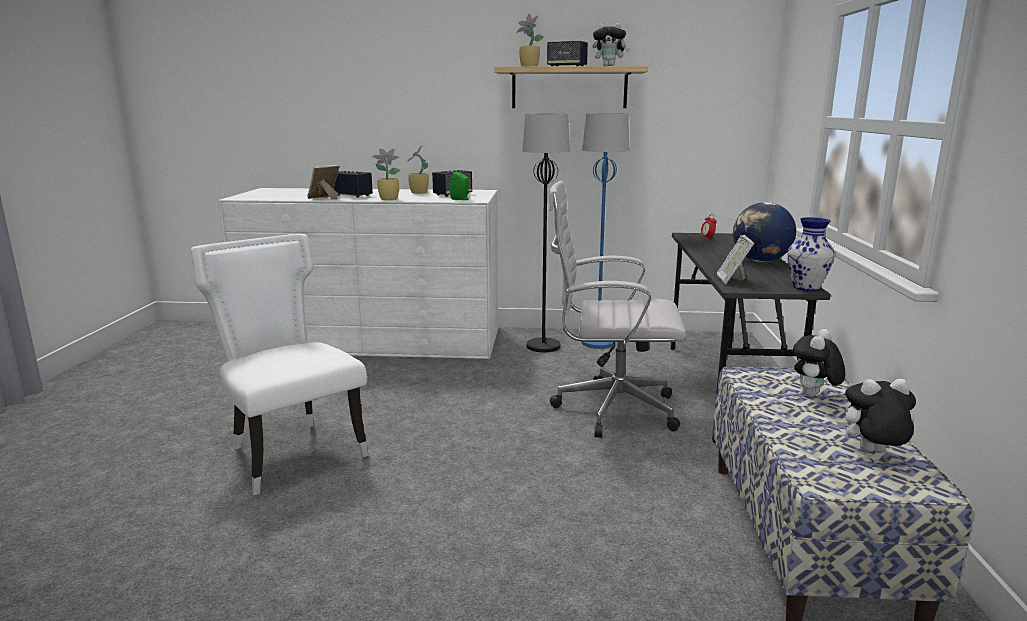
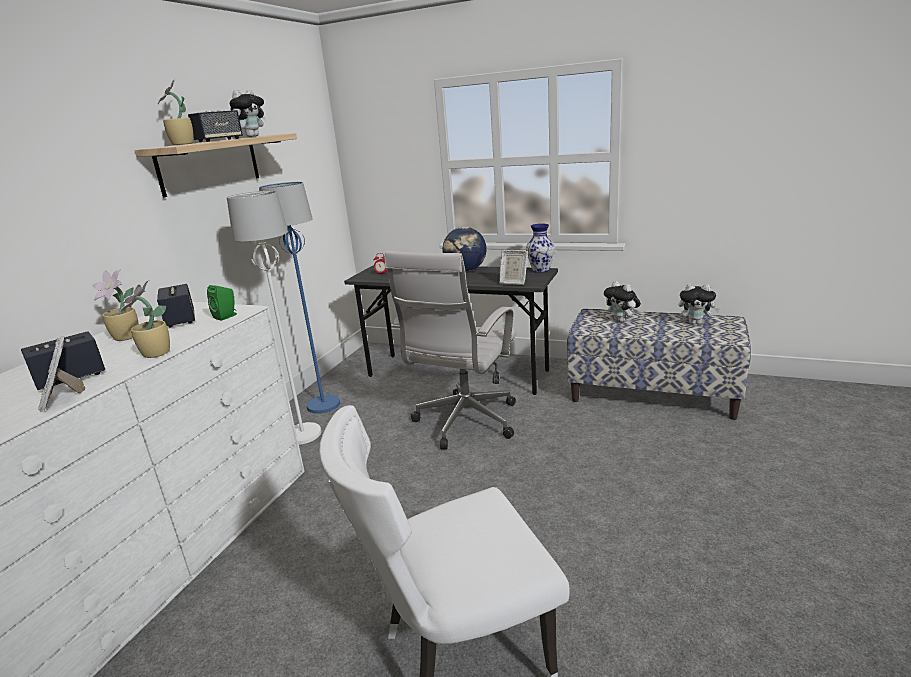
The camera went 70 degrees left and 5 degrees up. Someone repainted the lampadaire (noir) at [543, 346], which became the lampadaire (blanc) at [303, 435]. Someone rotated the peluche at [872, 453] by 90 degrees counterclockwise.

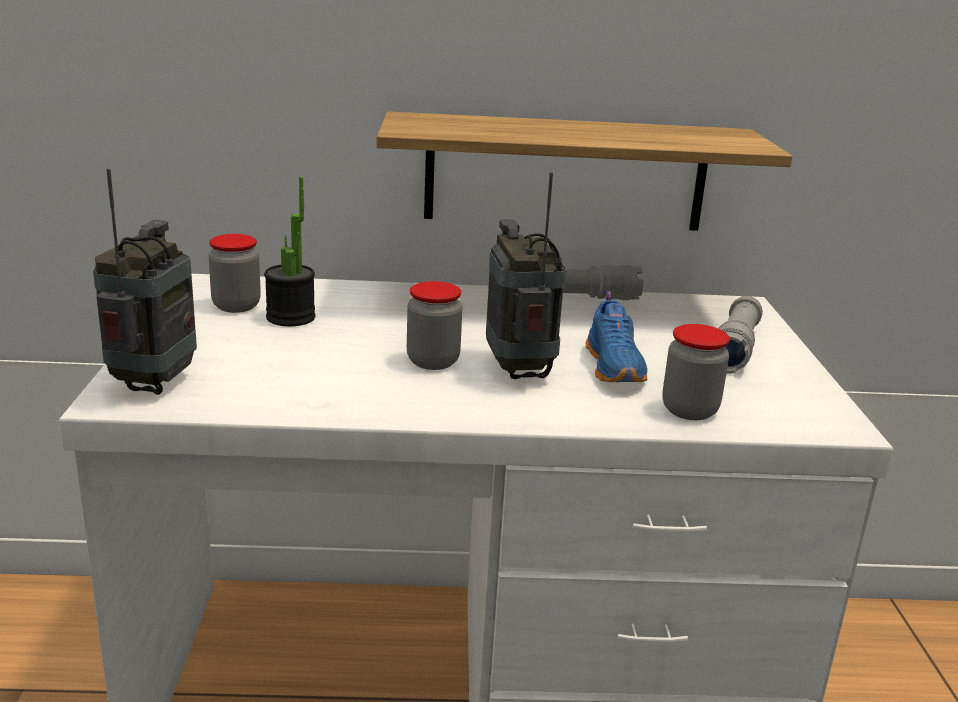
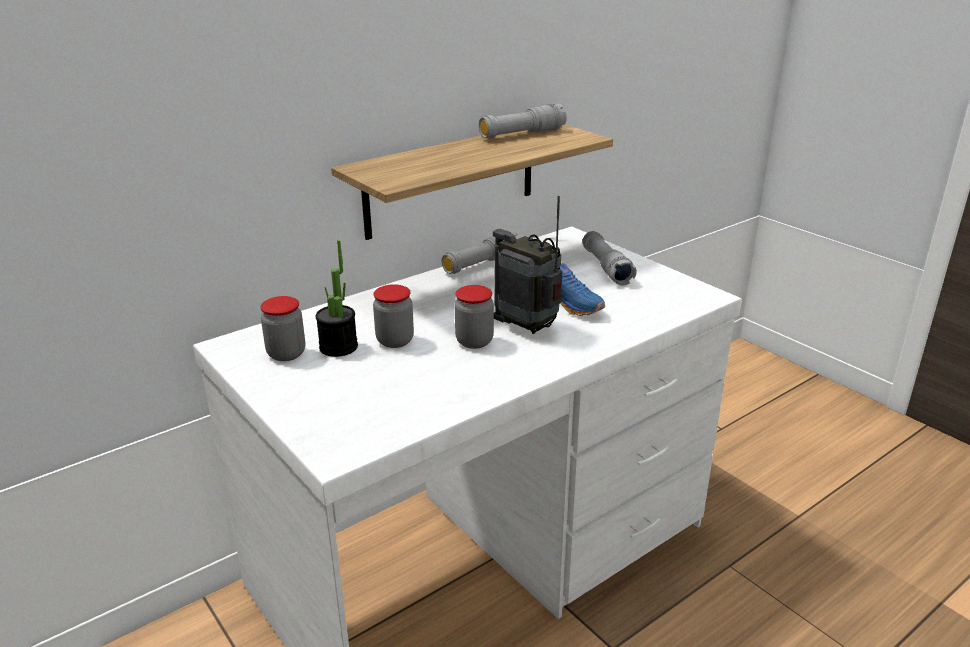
The camera went 35 degrees left and 5 degrees up. Someone carried the bocal from [689, 410] to [395, 341]. Someone put down the lampe de poche (gris) at [522, 134]. Someone took away the radio at [154, 383].

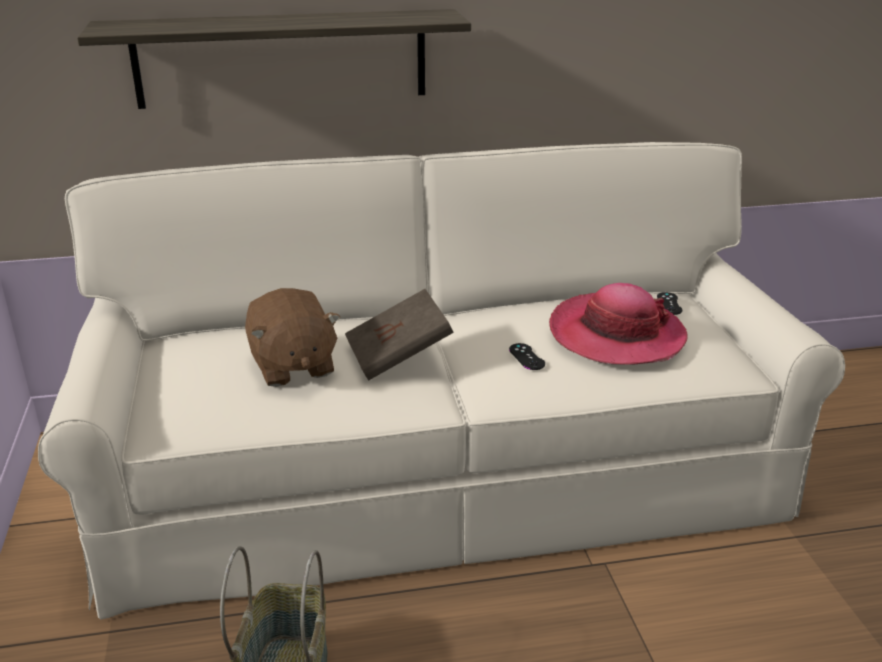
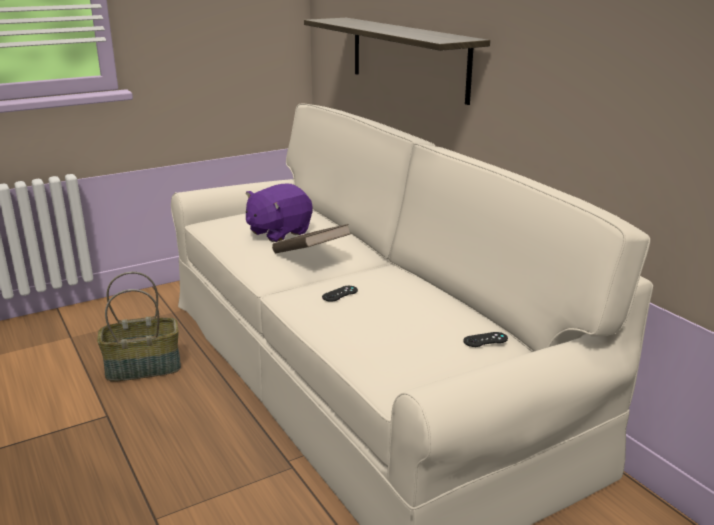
The camera went 70 degrees right and 5 degrees down. Someone repainted the peluche (marron) at [292, 366], which became the peluche (violet) at [278, 232]. Someone took away the chapeau at [616, 335].

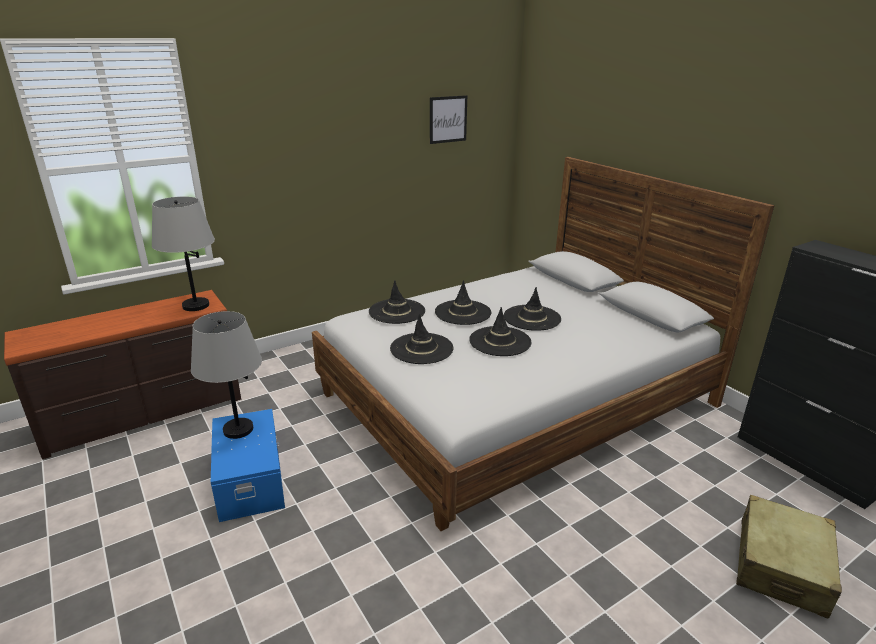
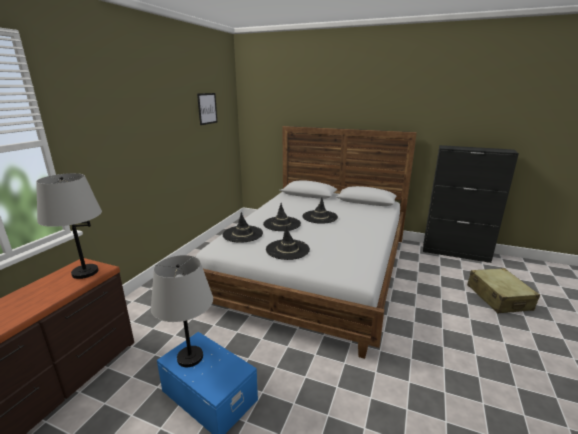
The camera went 35 degrees left and 5 degrees down. Someone took away the chapeau (noir) at [500, 341].

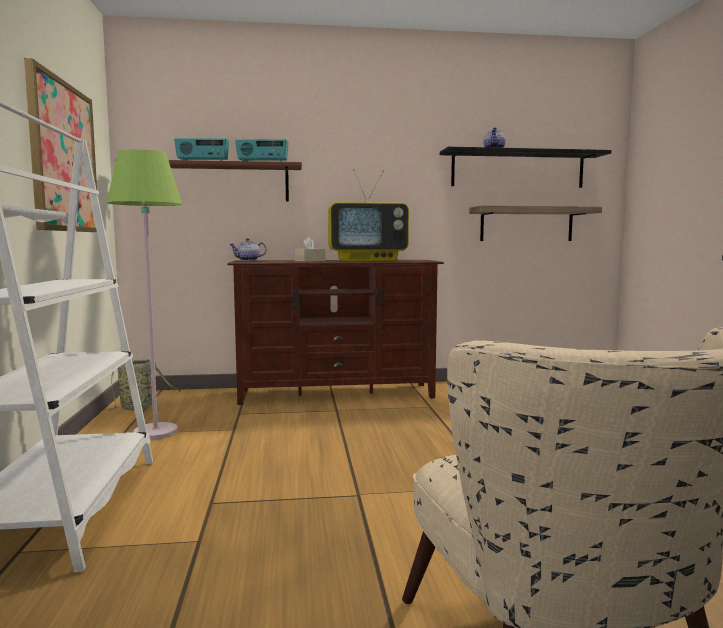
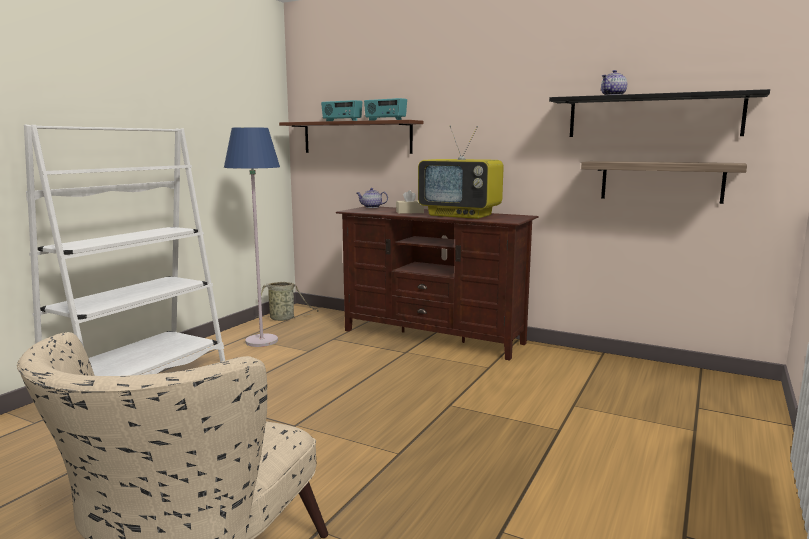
The camera went 35 degrees right and 5 degrees up. Someone repainted the lampadaire (vert) at [156, 432], which became the lampadaire (bleu) at [262, 341]. Someone took away the tableau at [63, 157].

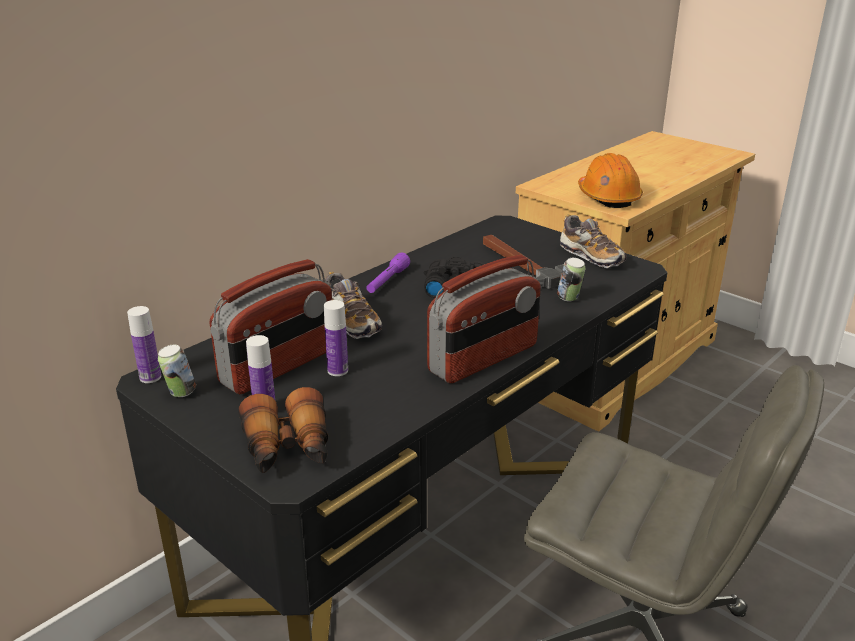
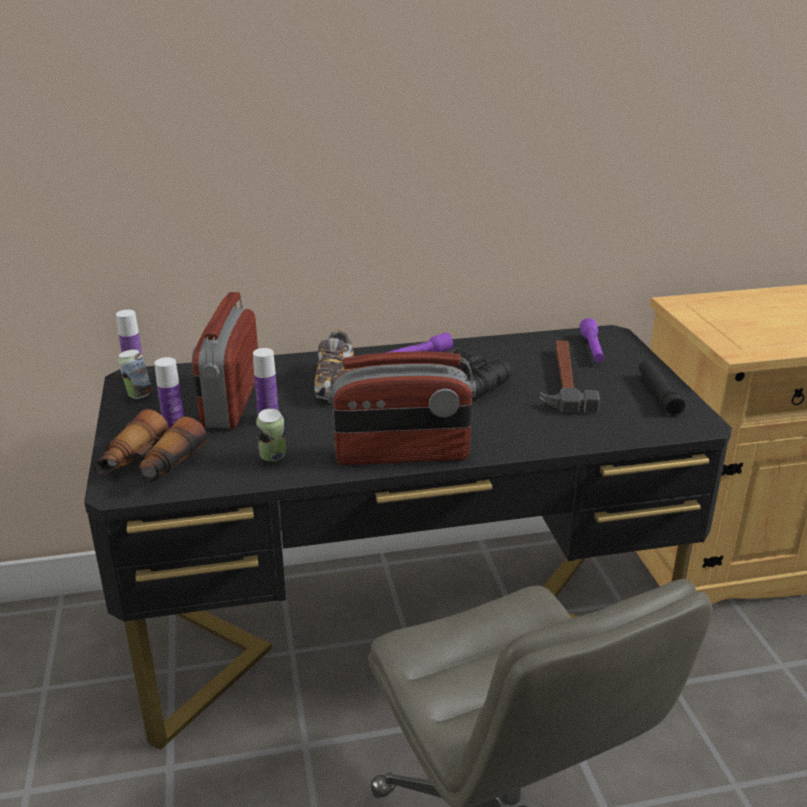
The camera went 35 degrees right and 0 degrees up. Someone rotated the radio at [279, 367] by 105 degrees clockwise. Someone carried the boîte métallique from [569, 299] to [273, 458]. Someone put down the lampe de poche (violet) at [592, 349]. Someone swapped the chaussure at [591, 256] for the lampe de poche (noir) at [658, 394]. Someone took away the casque de chantier (orange) at [608, 197].

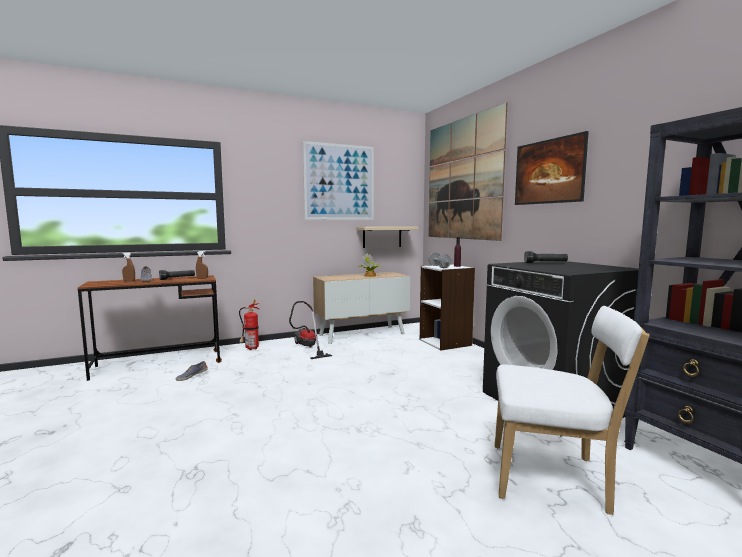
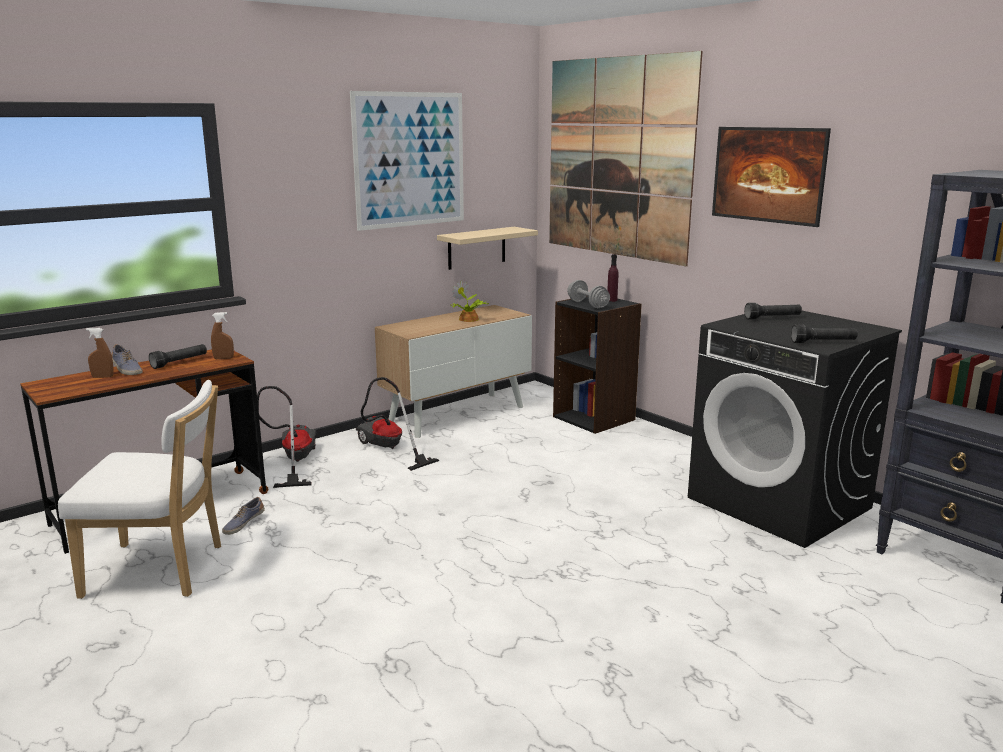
The camera went 15 degrees left and 10 degrees up. Someone carried the chaise (blanc) from [553, 478] to [161, 571]. Someone swapped the extincteur at [250, 348] for the aspirateur at [293, 461]. Someone repainted the bibliothèque (blanc) at [445, 342], which became the bibliothèque (noir) at [594, 418]. Someone put down the lampe de poche (noir) at [823, 342].

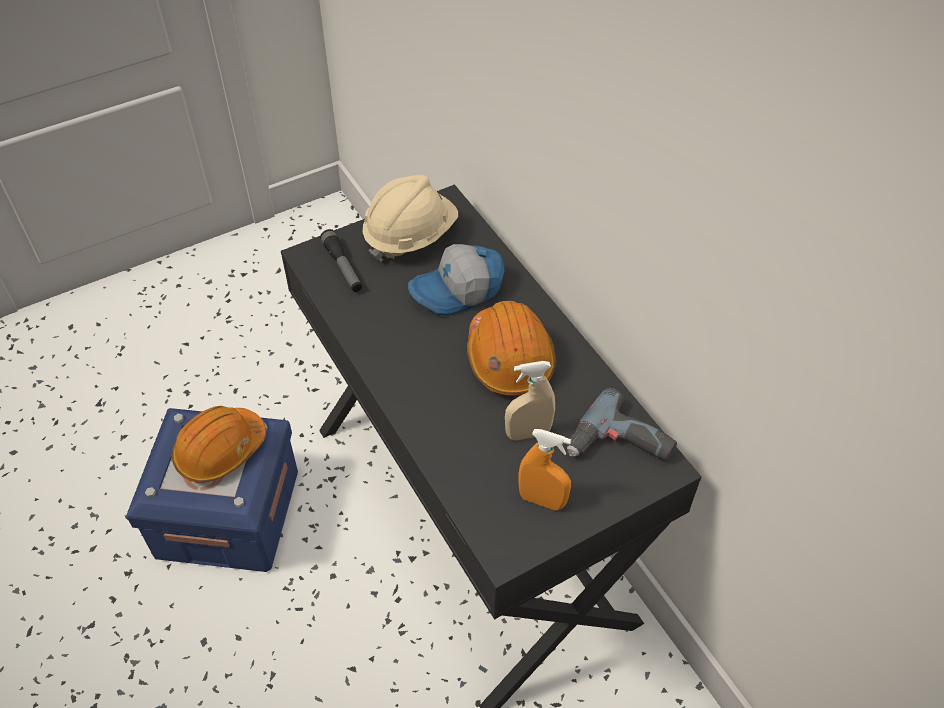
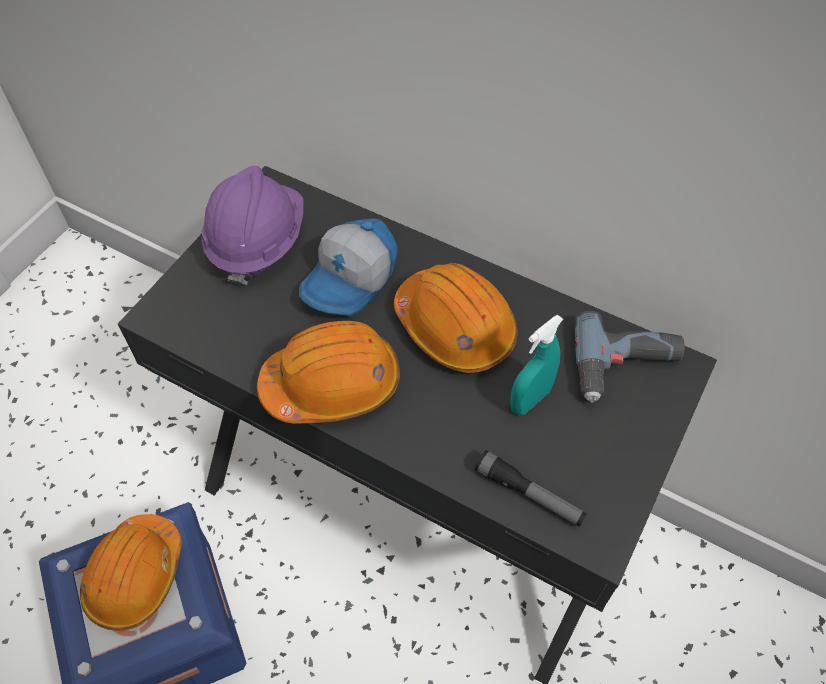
The camera went 30 degrees left and 5 degrees up. Someone repainted the casque de chantier (beige) at [410, 236], which became the casque de chantier (violet) at [257, 242]. Someone put down the casque de chantier (orange) at [332, 384]. Someone carried the lampe de poche from [342, 267] to [529, 494]. Someone repainted the vaporisateur (beige) at [528, 433], which became the vaporisateur (turquoise) at [530, 399]. Someone took away the vaporisateur (orange) at [542, 500].

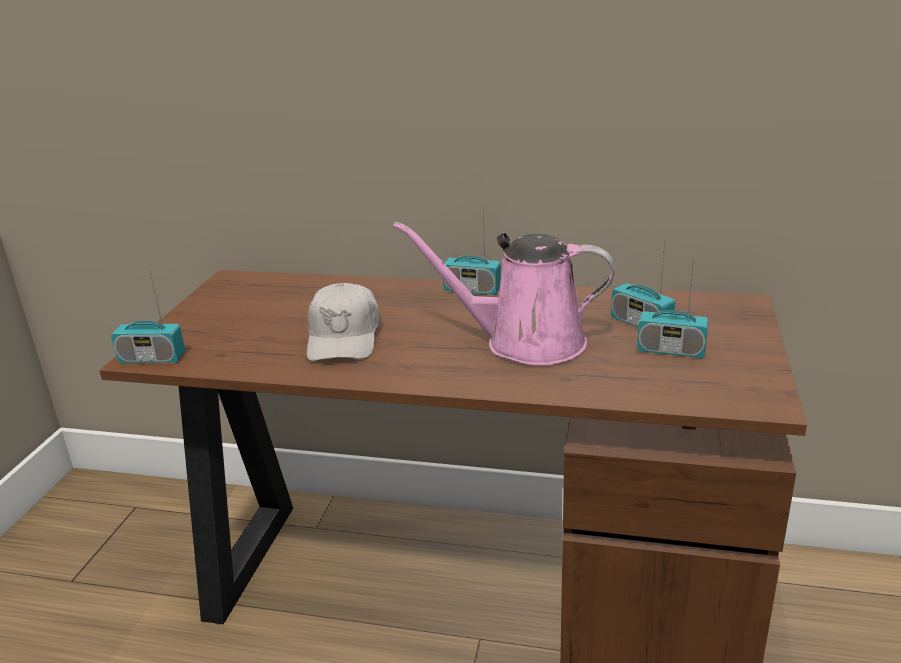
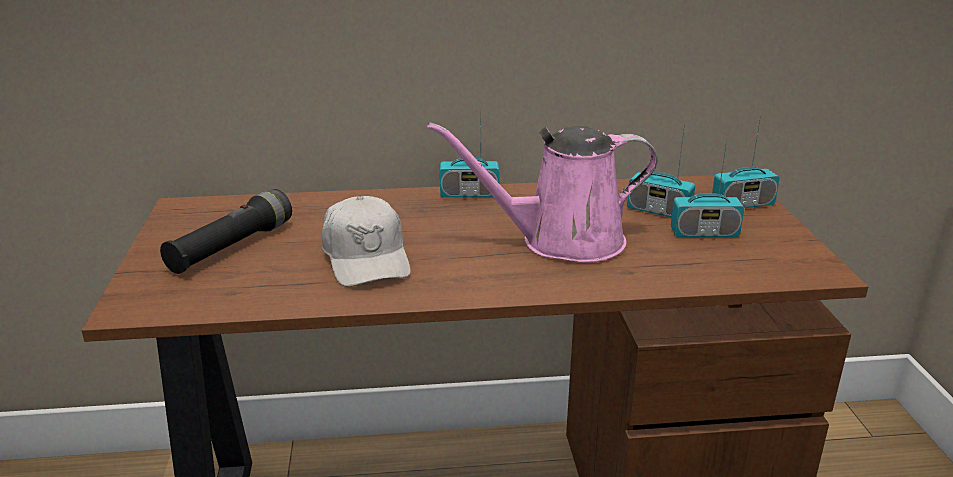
The camera went 20 degrees left and 0 degrees up. Someone put down the lampe de poche (noir) at [231, 247]. Someone carried the radio from [152, 359] to [742, 205].

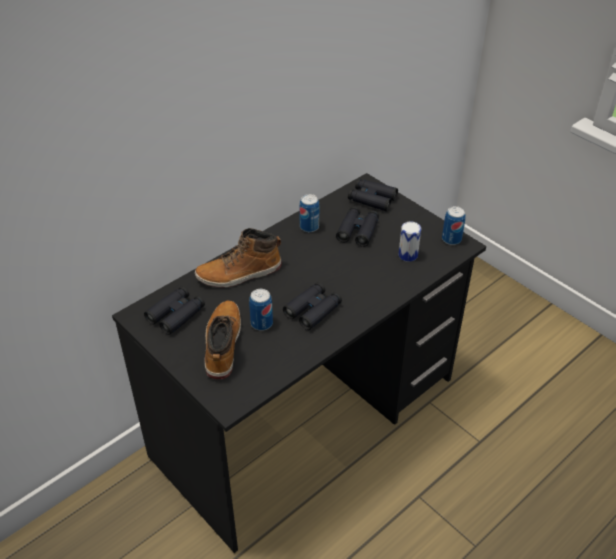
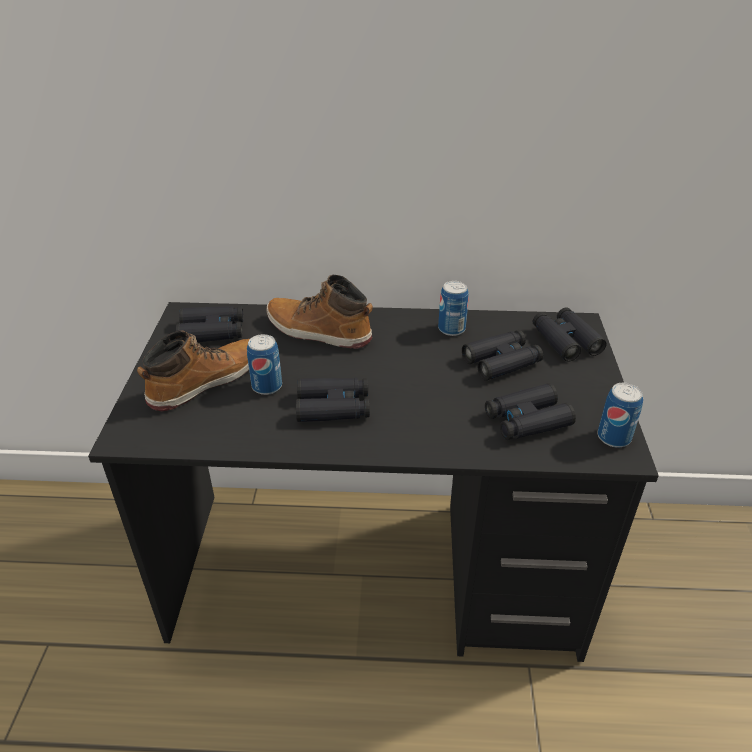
The camera went 45 degrees right and 5 degrees down. Someone swapped the boîte métallique at [408, 255] for the jumelles (noir) at [527, 420].

